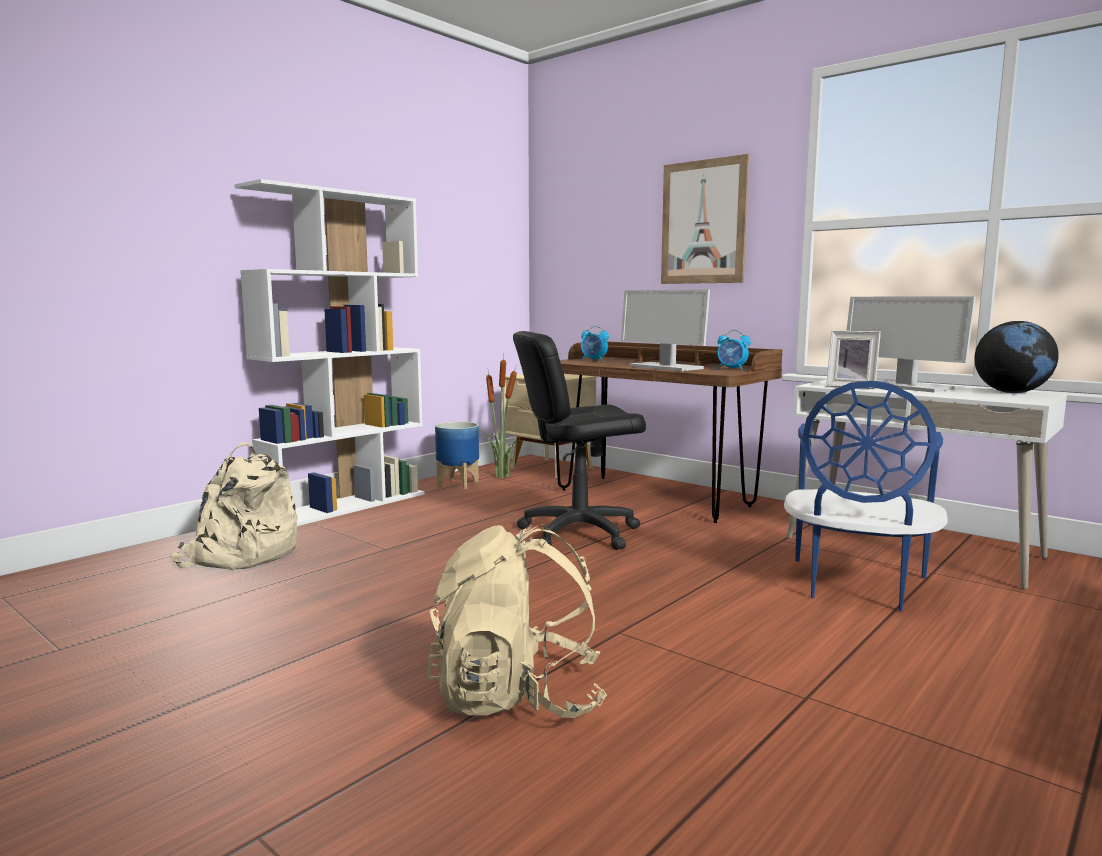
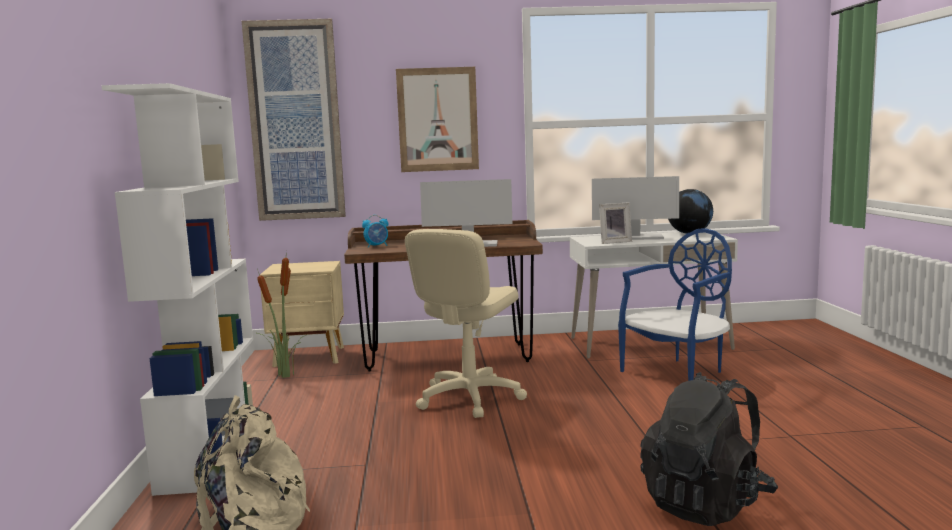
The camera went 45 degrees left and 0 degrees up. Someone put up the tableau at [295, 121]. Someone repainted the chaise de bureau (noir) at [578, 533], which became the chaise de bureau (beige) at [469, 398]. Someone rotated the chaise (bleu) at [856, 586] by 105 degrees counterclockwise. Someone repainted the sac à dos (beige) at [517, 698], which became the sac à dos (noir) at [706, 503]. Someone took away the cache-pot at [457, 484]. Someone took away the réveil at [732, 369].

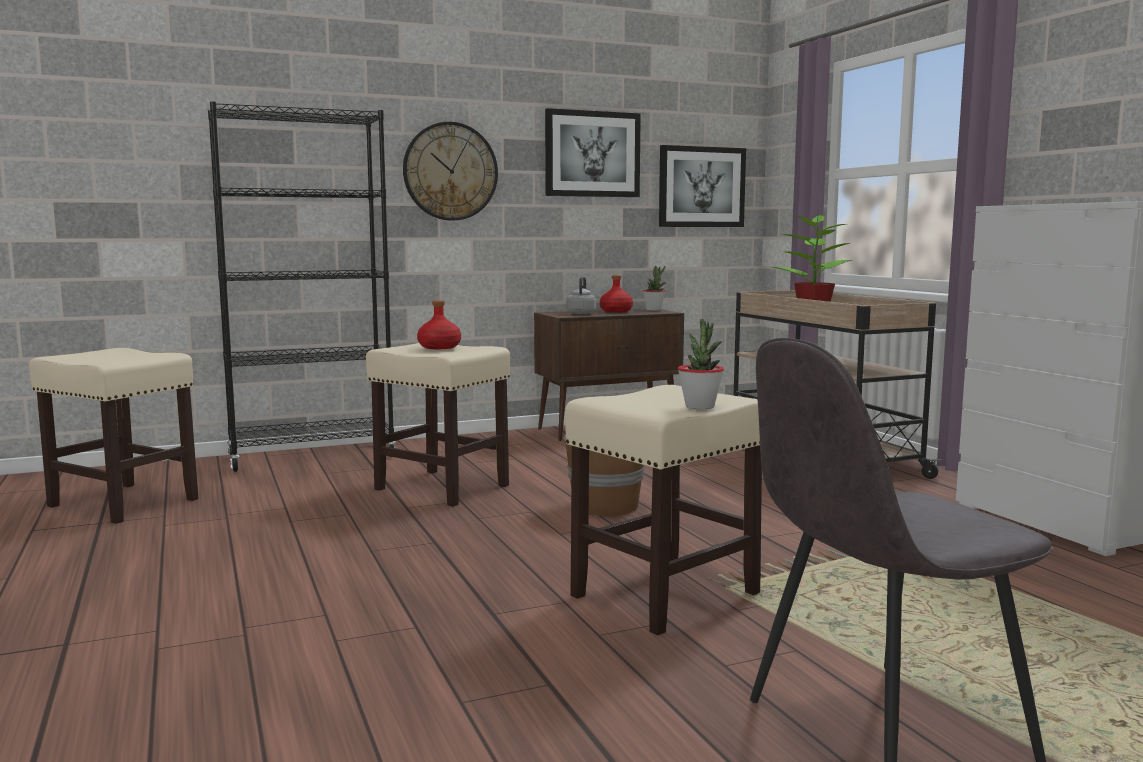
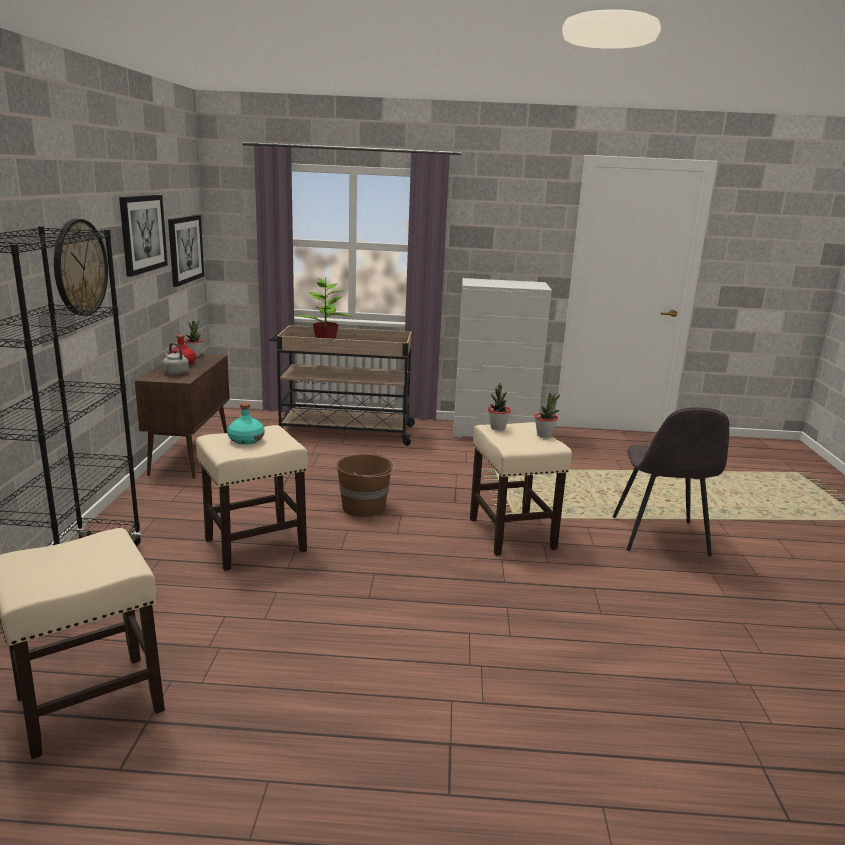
The camera went 65 degrees left and 10 degrees up. Someone repainted the bouteille (rouge) at [439, 347], which became the bouteille (turquoise) at [246, 440]. Someone put down the plante en pot at [497, 427].

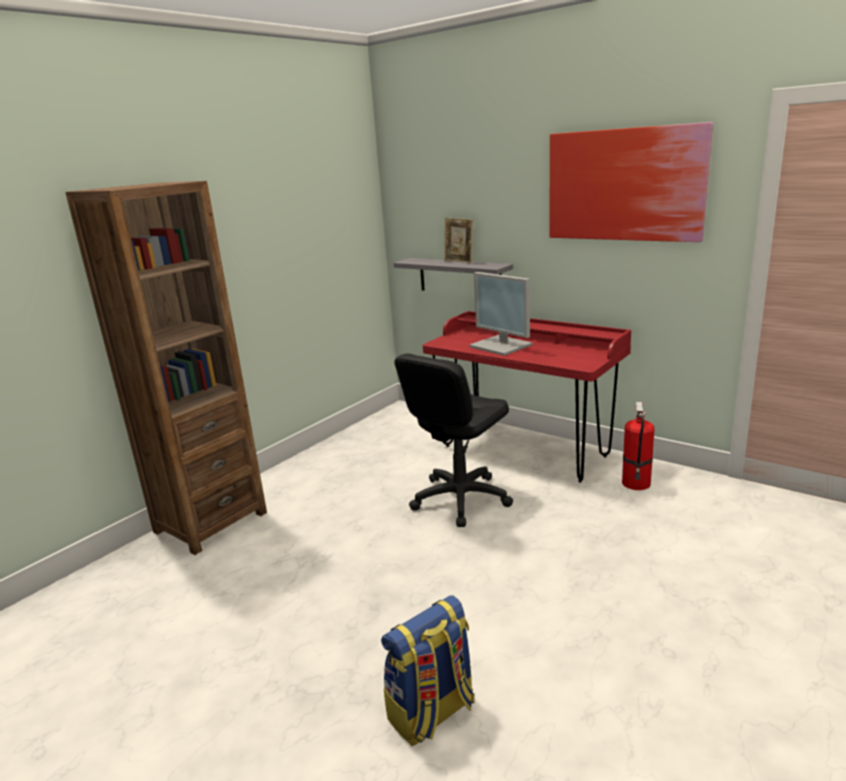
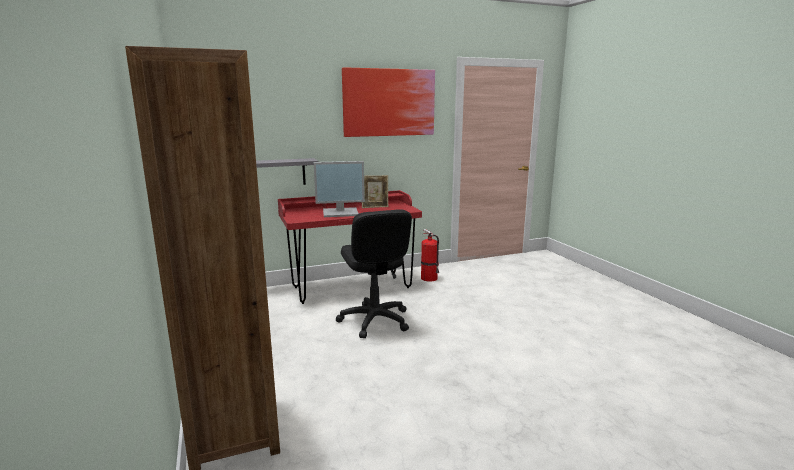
The camera went 60 degrees left and 5 degrees down. Someone carried the cadre photo from [459, 261] to [375, 207]. Someone took away the sac à dos at [432, 713].

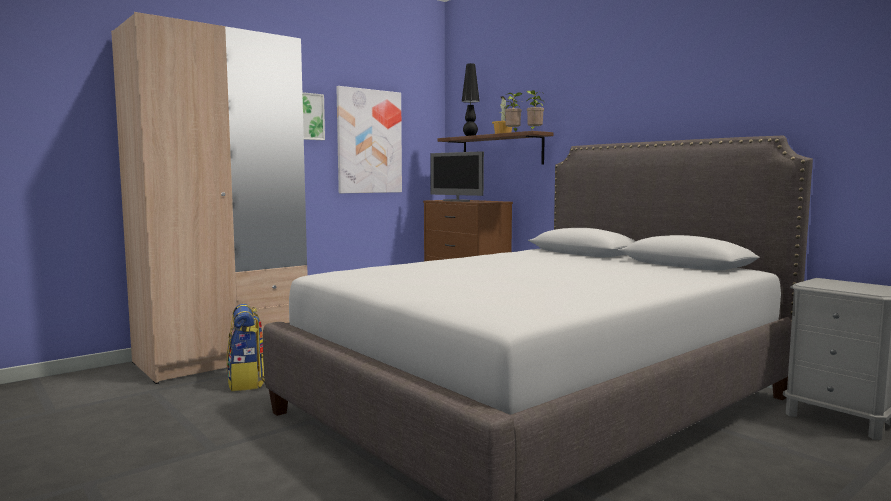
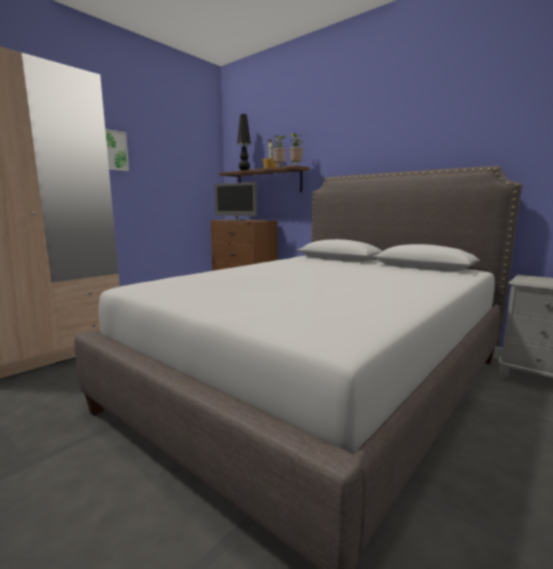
The camera went 10 degrees left and 5 degrees up. Someone took away the sac à dos at [247, 382]. Someone took away the tableau at [369, 141].

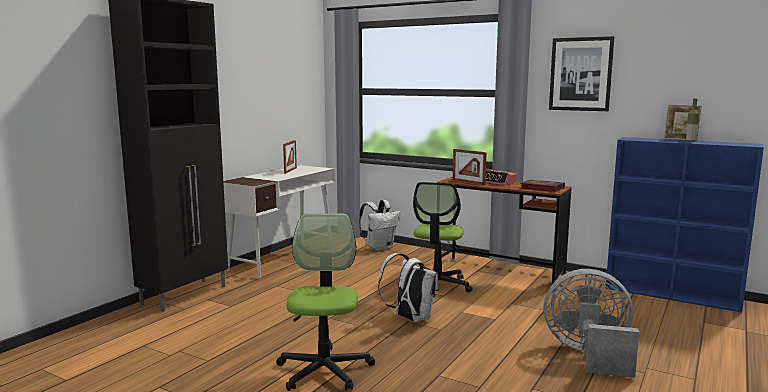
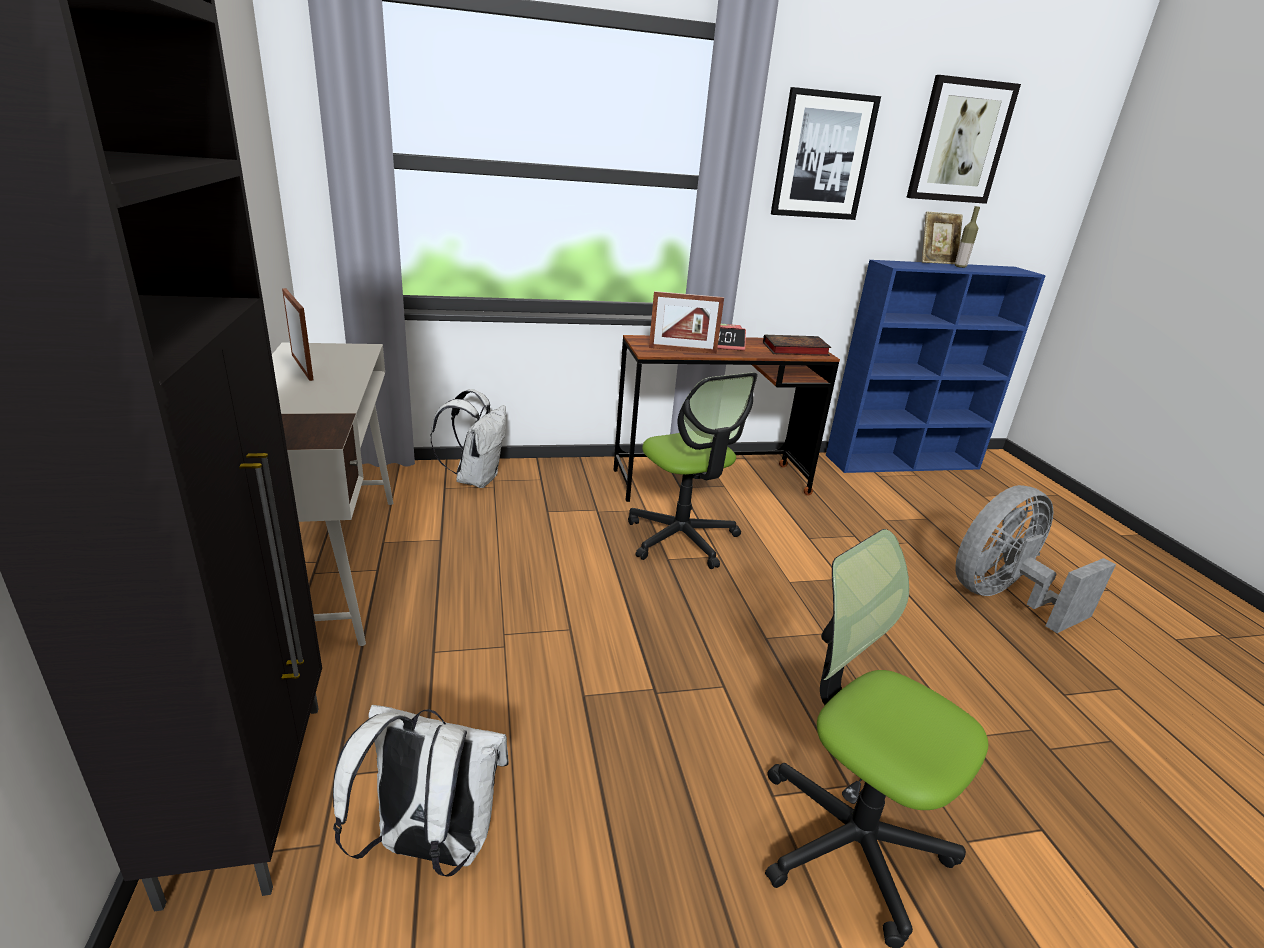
The camera went 45 degrees left and 15 degrees up. Someone carried the sac à dos (blanc) from [410, 318] to [430, 846]. Someone put up the tableau at [960, 142].

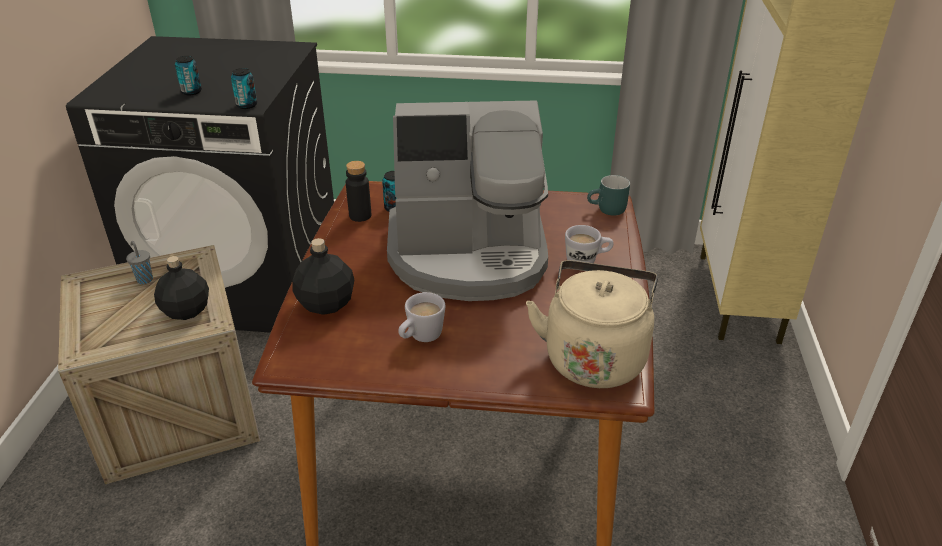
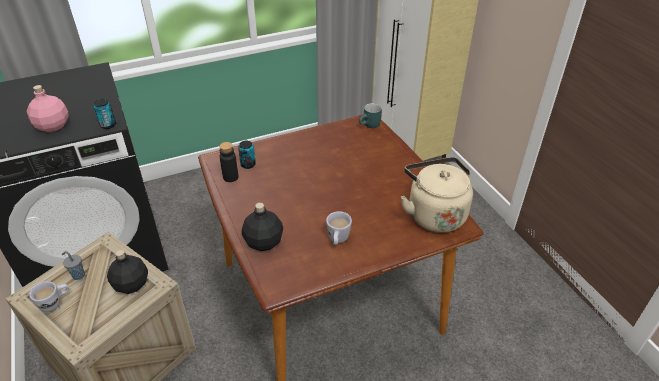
The camera went 30 degrees left and 5 degrees up. Someone swapped the boîte métallique at [191, 92] for the bouteille (rose) at [52, 126]. Someone carried the mug (blanc) from [587, 262] to [55, 303]. Someone took away the machine à café at [469, 255].

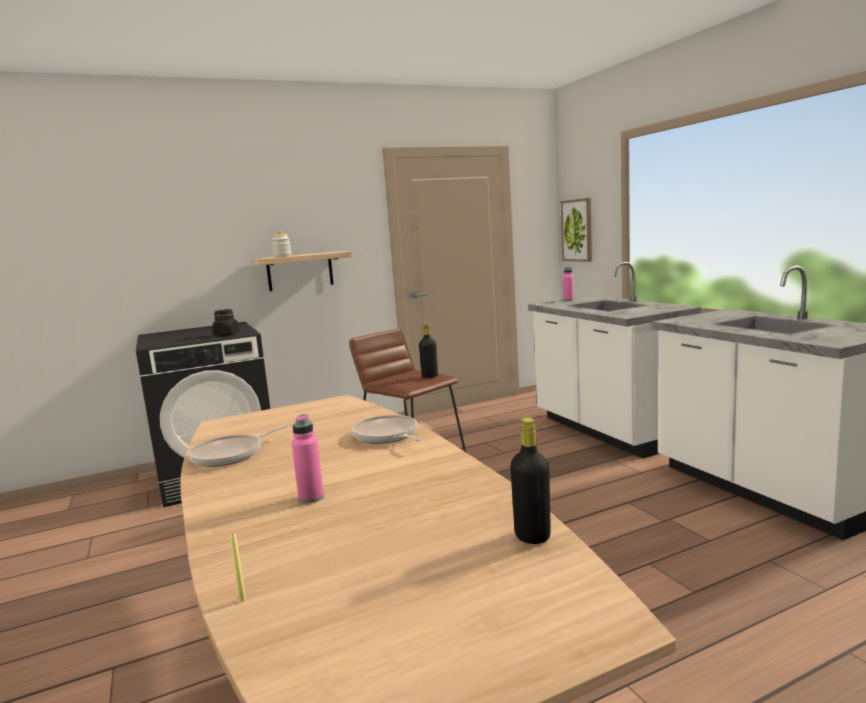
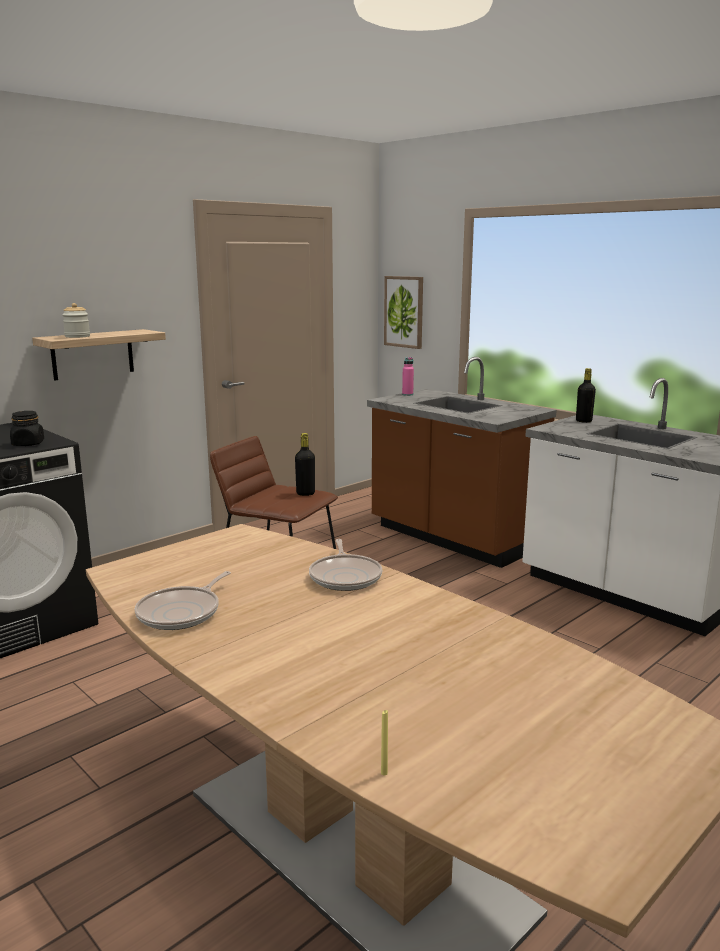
The camera went 20 degrees left and 5 degrees up. Someone rotated the poêle at [386, 436] by 135 degrees counterclockwise. Someone repainted the comptoir de cuisine (blanc) at [609, 431], which became the comptoir de cuisine (marron) at [453, 538]. Someone carried the bouteille (noir) from [532, 536] to [583, 421]. Someone took away the bouteille (rose) at [311, 497].

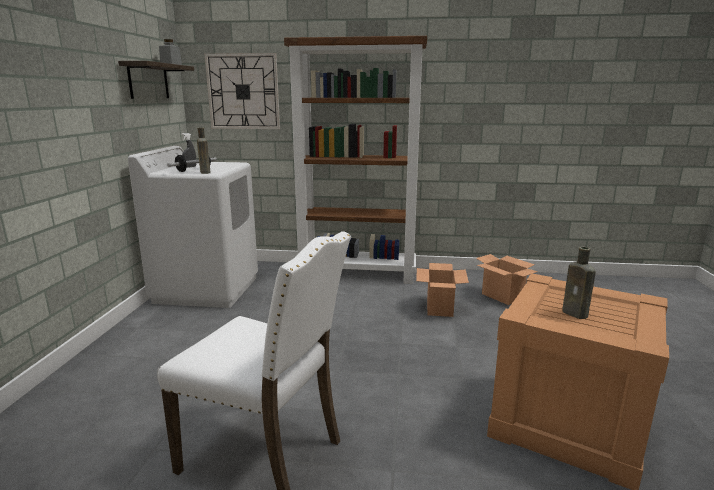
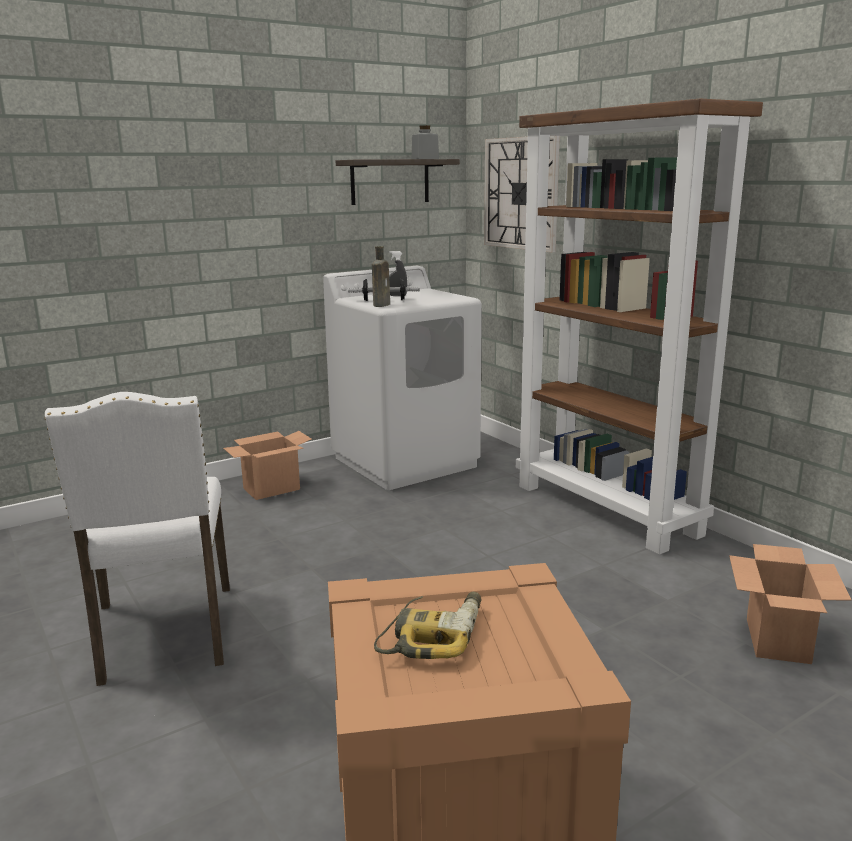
The camera went 50 degrees right and 0 degrees up. Someone carried the carton from [440, 308] to [271, 489]. Someone swapped the bouteille (marron) at [576, 314] for the perceuse at [433, 634].

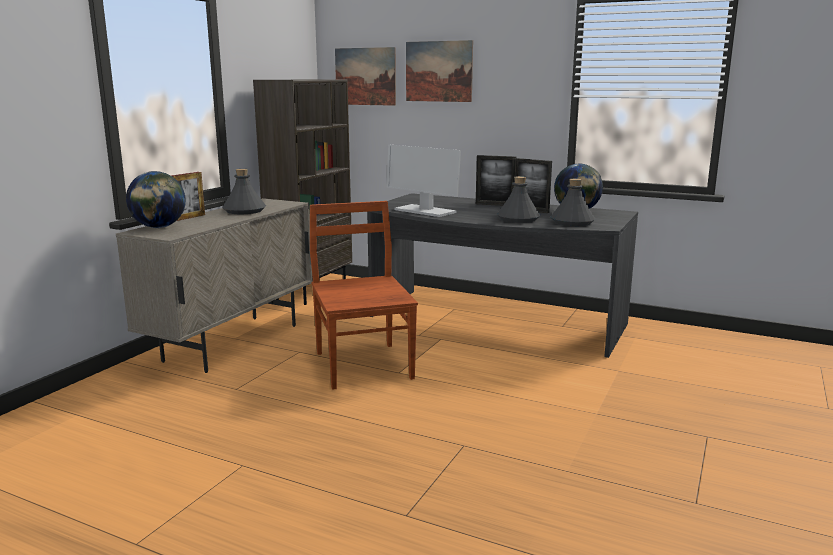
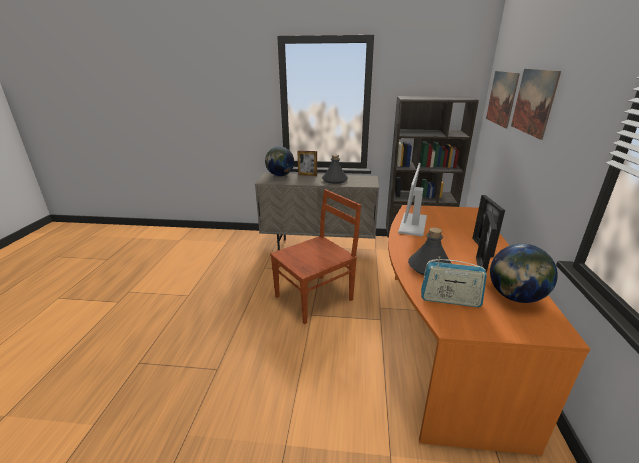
The camera went 70 degrees right and 10 degrees up. Someone repainted the bureau (gris) at [493, 322], which became the bureau (orange) at [440, 341]. Someone swapped the bouteille (gris) at [572, 222] for the radio at [450, 300].

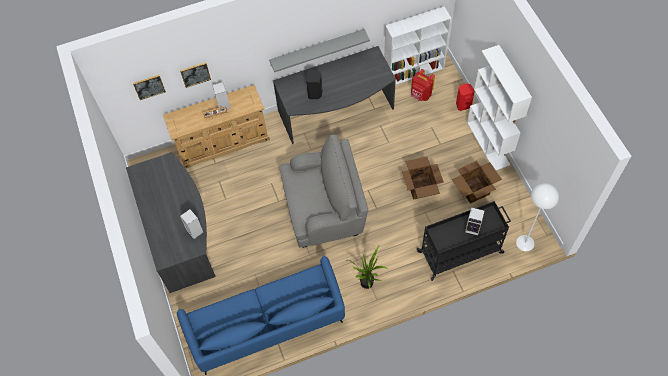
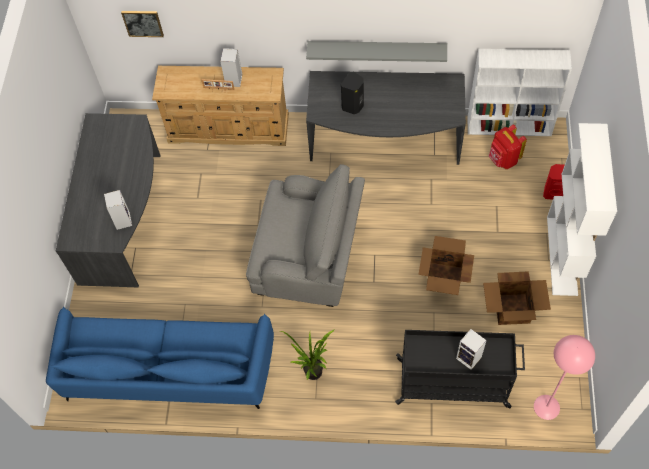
The camera went 25 degrees right and 0 degrees up. Someone repainted the lampadaire (blanc) at [525, 243], which became the lampadaire (rose) at [546, 407]. Someone took away the tableau at [195, 74].

